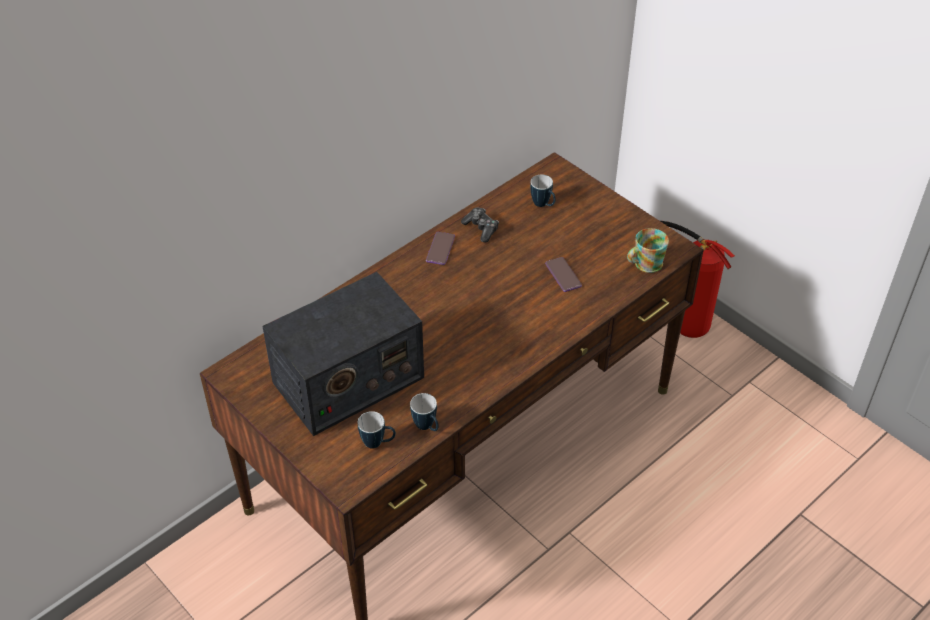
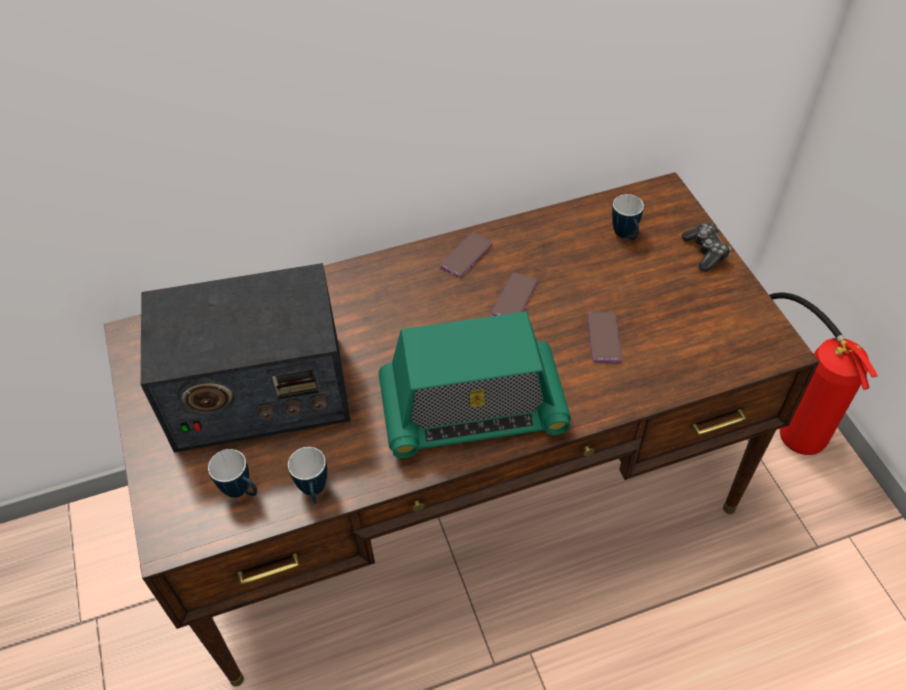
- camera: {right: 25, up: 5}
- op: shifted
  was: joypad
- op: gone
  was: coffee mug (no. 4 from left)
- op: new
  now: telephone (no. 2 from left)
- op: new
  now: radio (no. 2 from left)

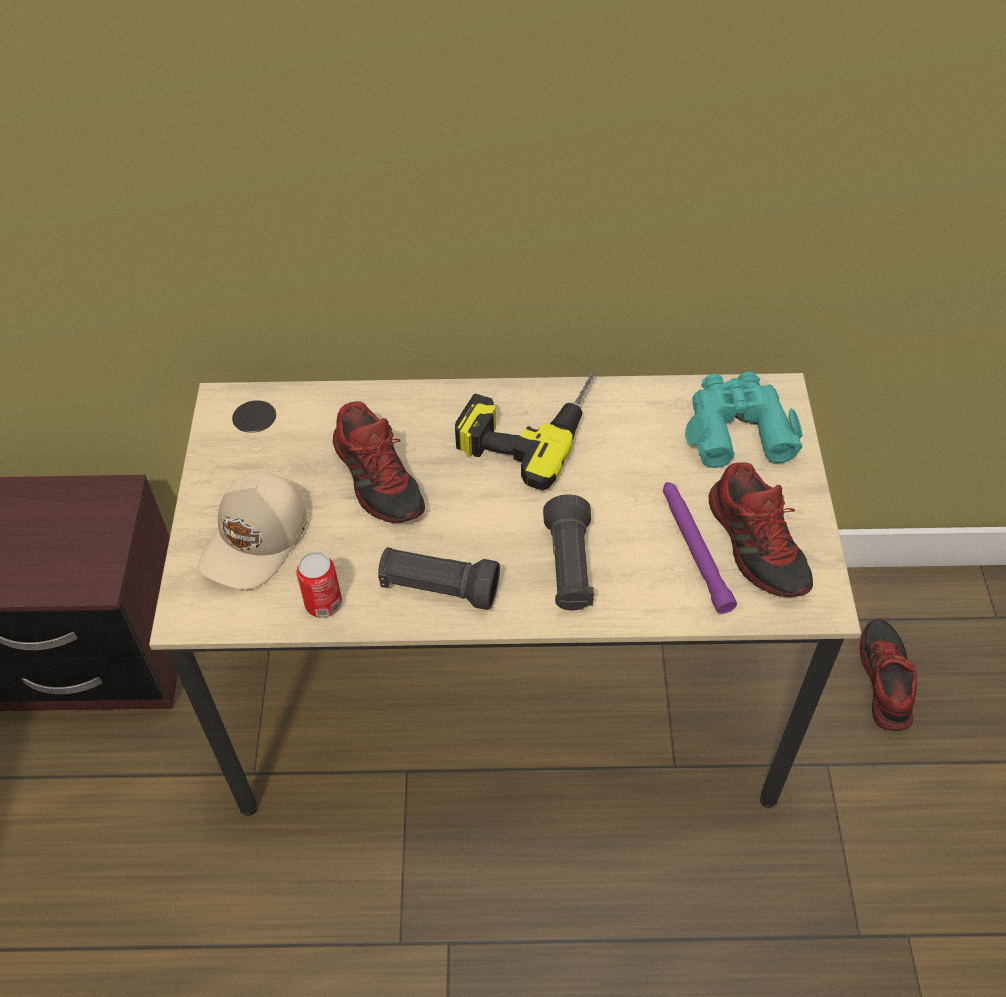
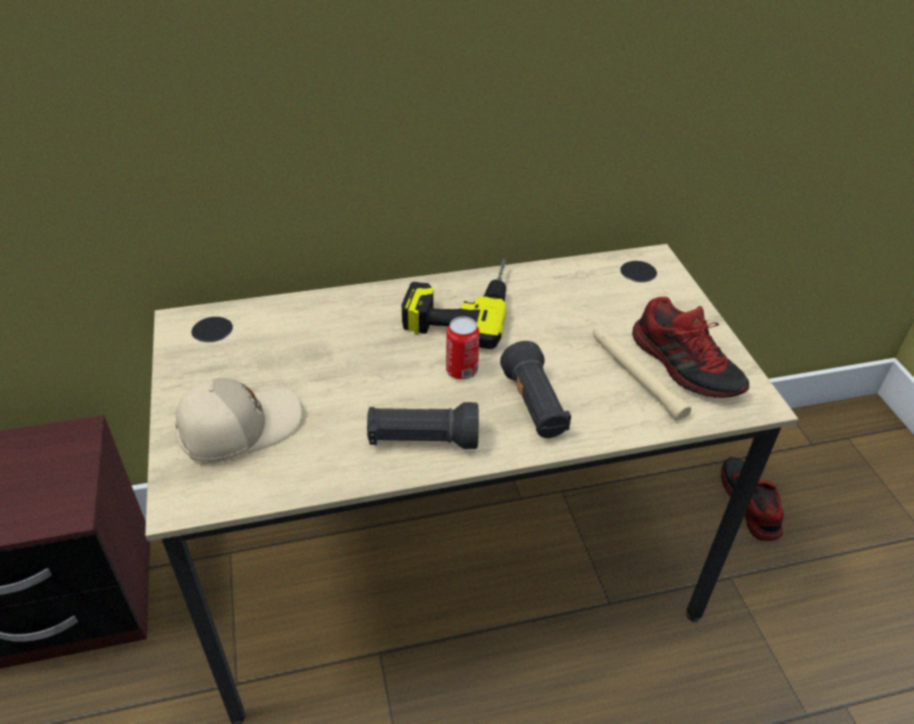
- camera: {right: -15, up: -10}
- op: gone
  was: blue-green field glasses
- op: gone
  was: item of footwear (no. 1 from left)
- op: rotated
  was: beige cap
  clockwise: -135
- op: repainted
  was: purple flashlight
  now: beige flashlight
- op: shifted
  was: metal can

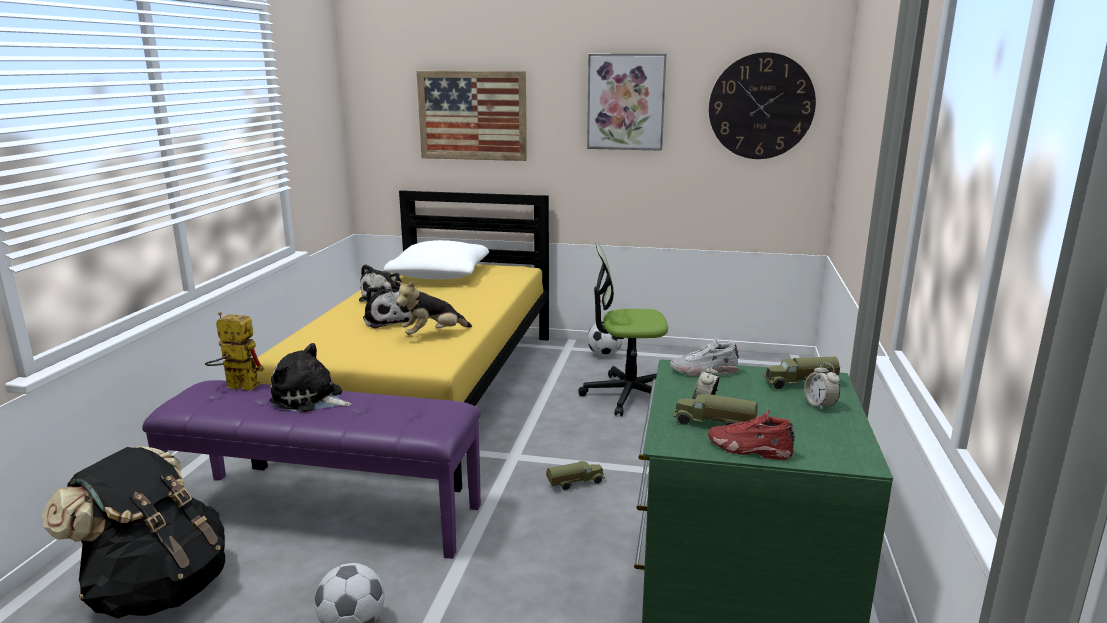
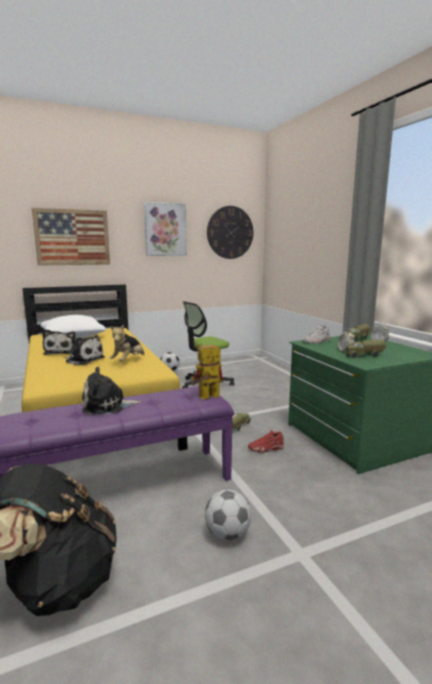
- camera: {right: -35, up: -5}
- op: shifted
  was: model robot
- op: shifted
  was: red-coloured item of footwear

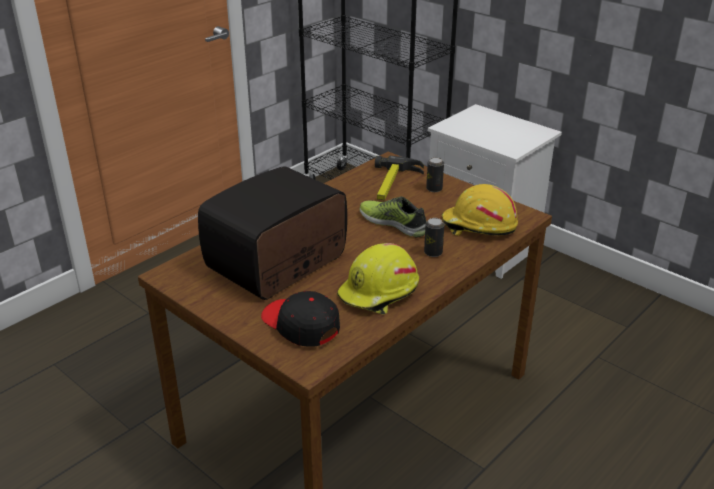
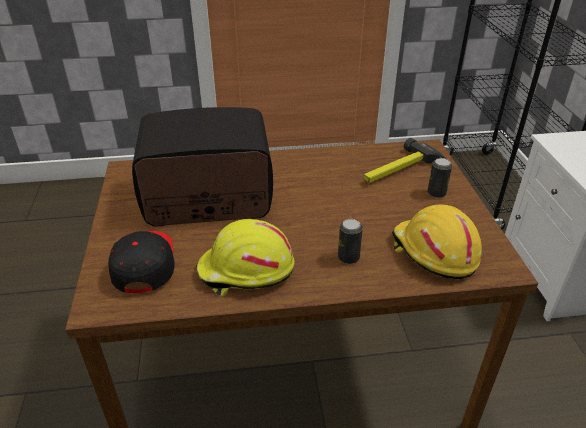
- camera: {right: 40, up: 5}
- op: gone
  was: item of footwear

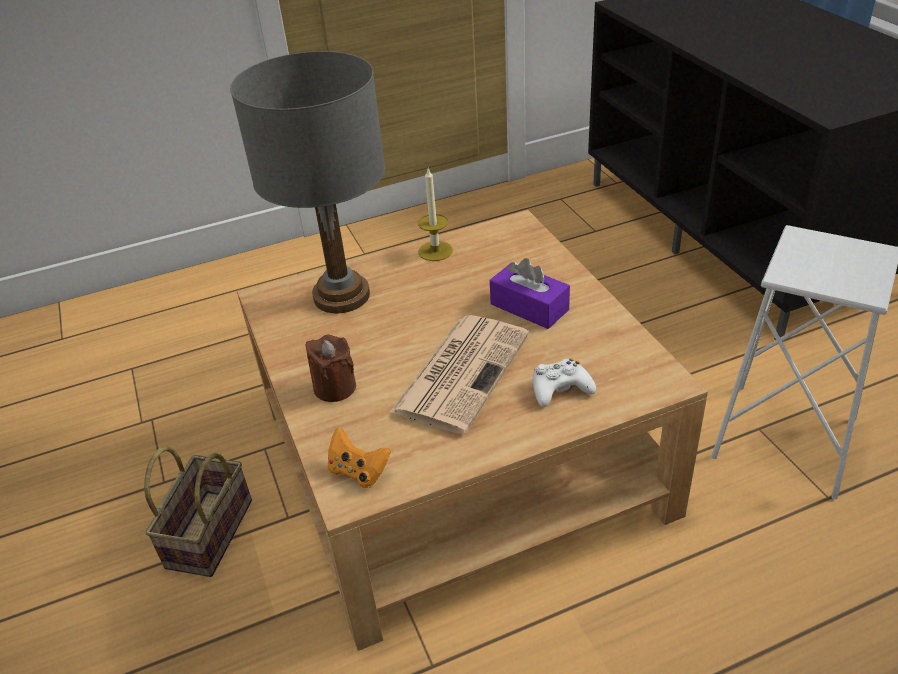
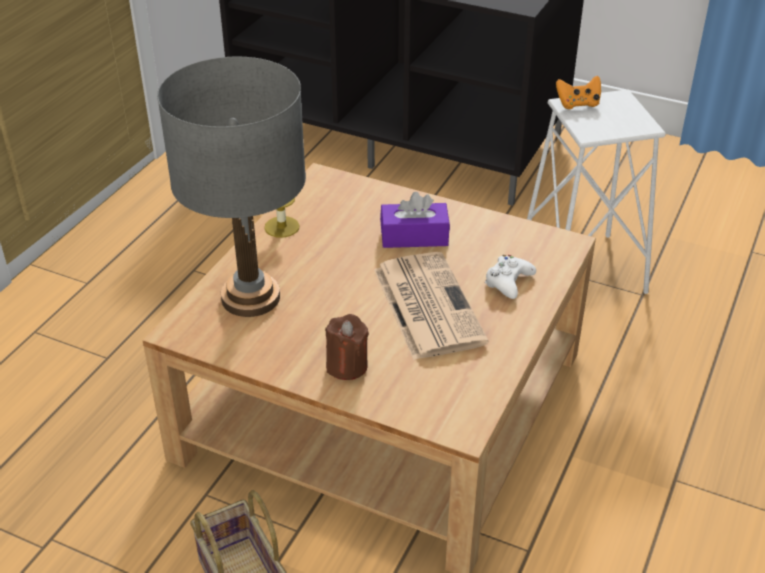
- camera: {right: -45, up: 0}
- op: shifted
  was: orange joypad

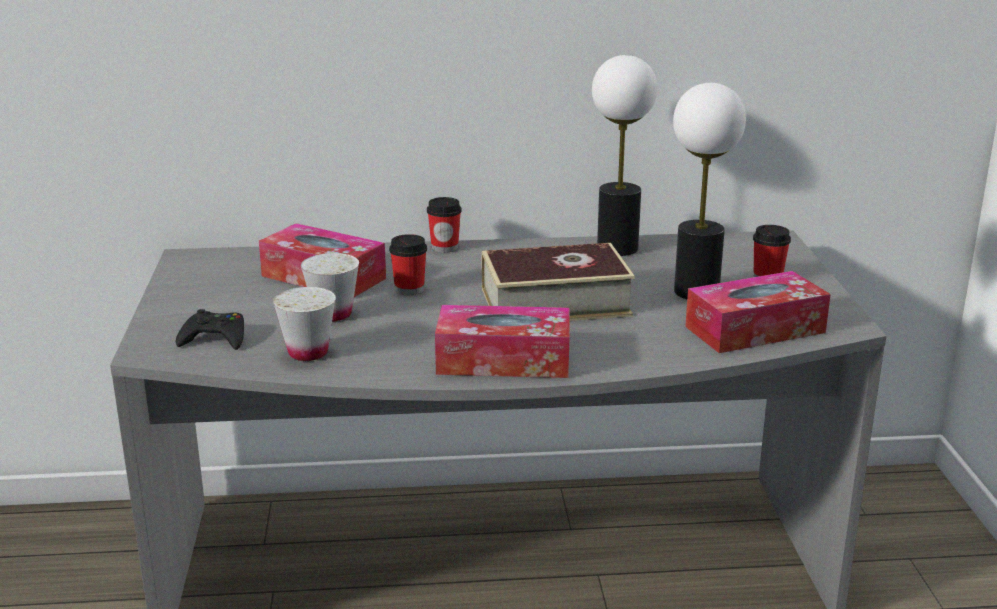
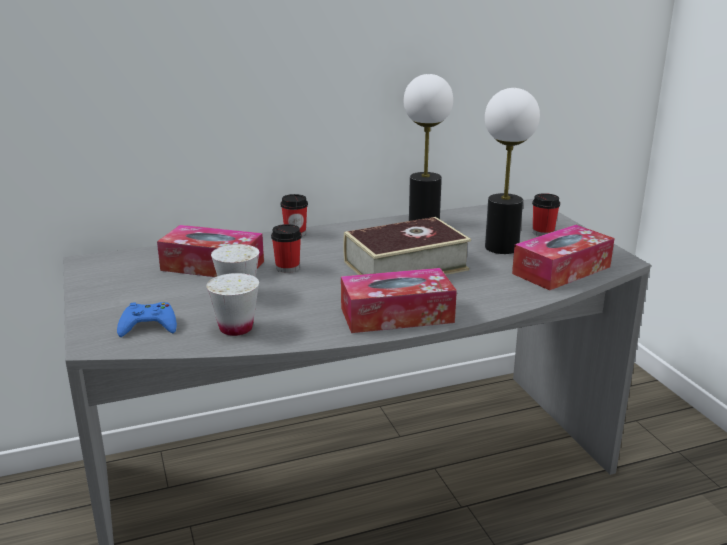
- camera: {right: -15, up: 0}
- op: repainted
  was: black-coloured joypad
  now: bluish joypad

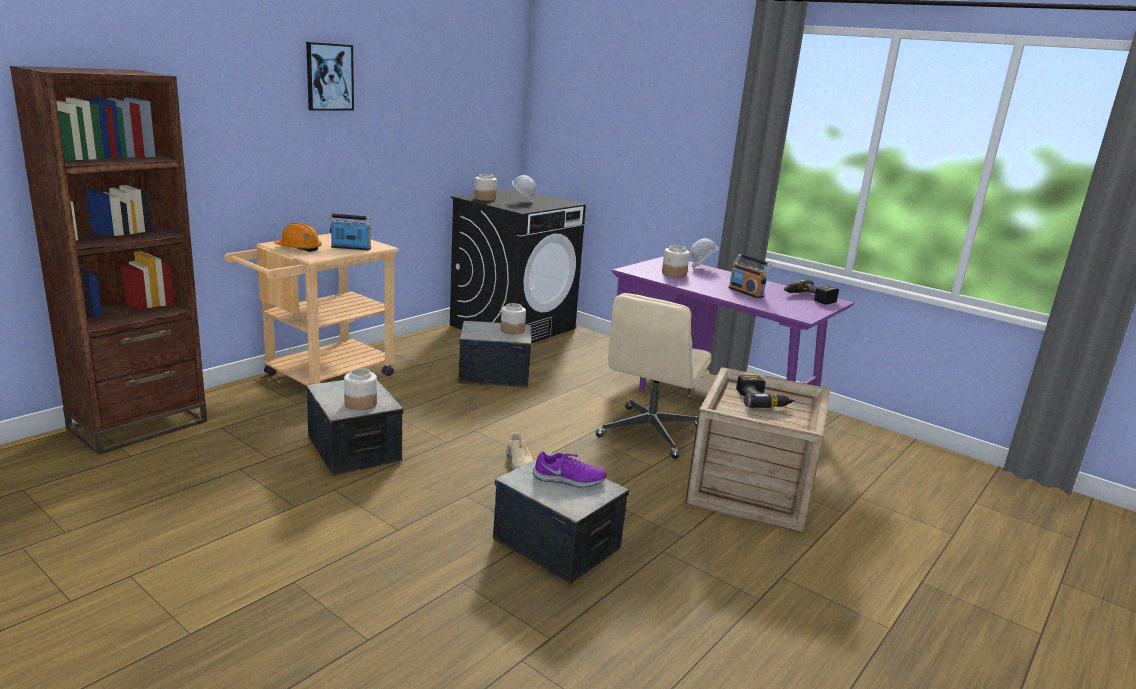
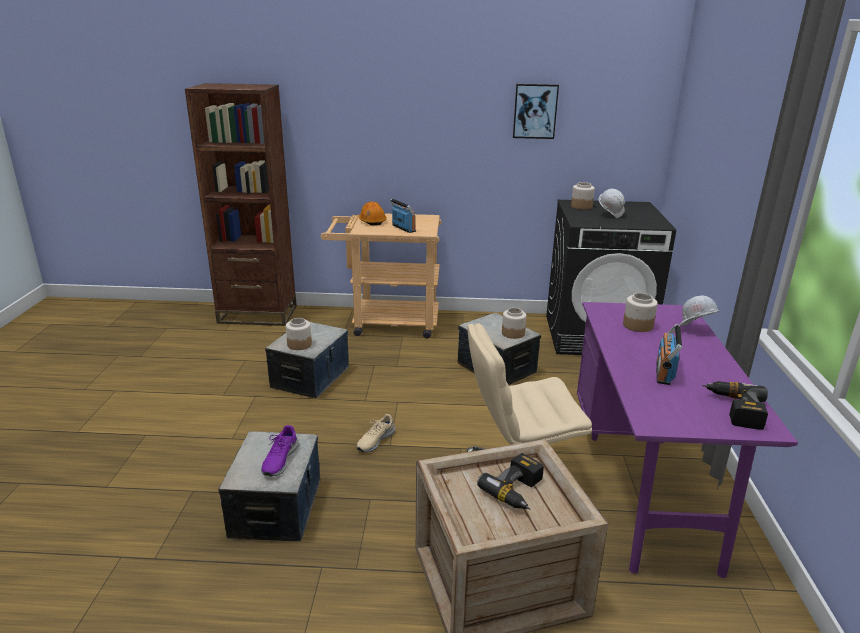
- camera: {right: 55, up: 5}
- op: shifted
  was: wall picture
- op: rotated
  was: purple item of footwear
  clockwise: 45

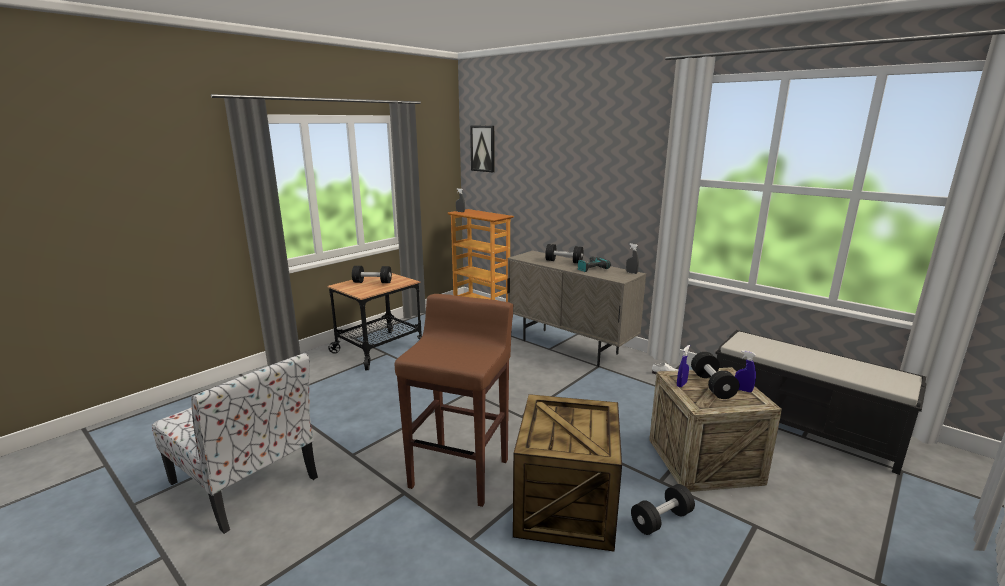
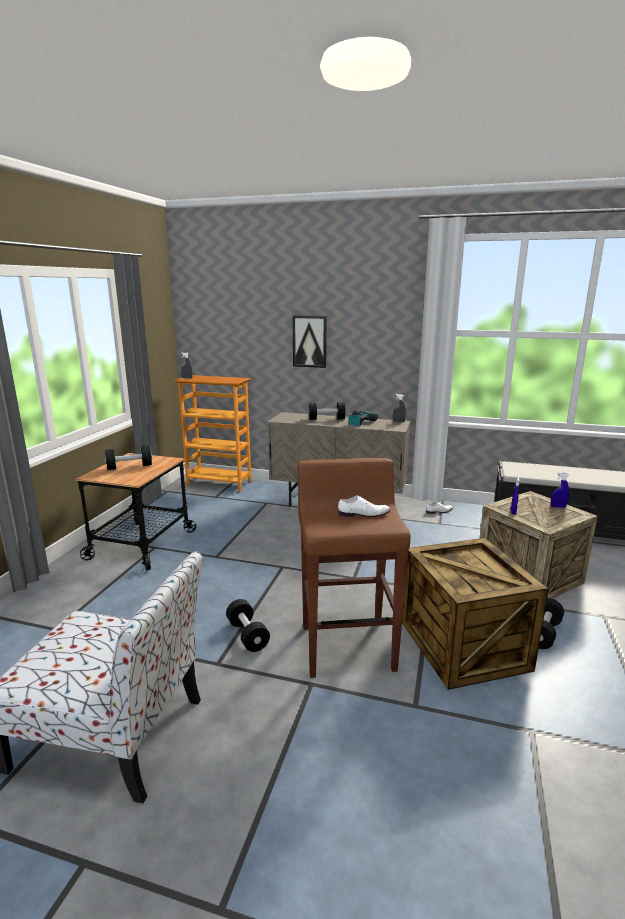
- camera: {right: -25, up: 0}
- op: shifted
  was: wall picture
- op: shifted
  was: black-coloured free weight (no. 4 from left in the first image)
  now: black-coloured free weight (no. 2 from left)
- op: new
  now: whitish item of footwear (no. 1 from left)

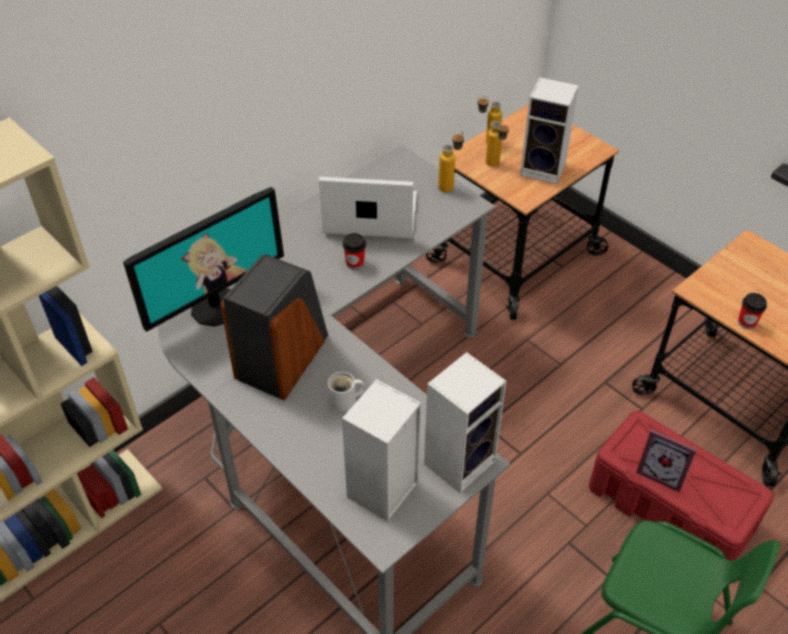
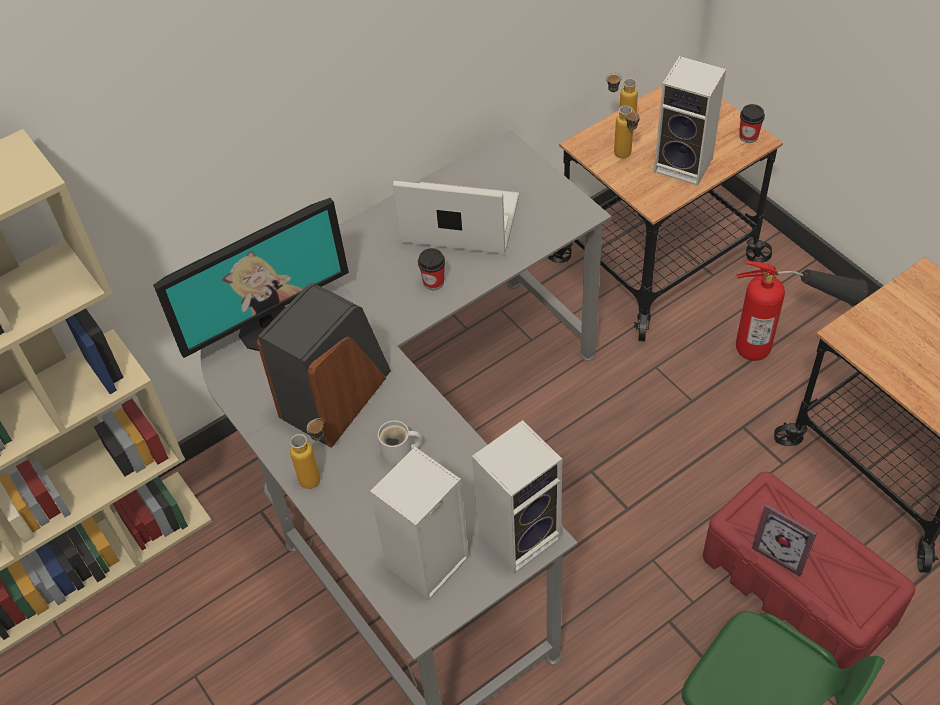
- camera: {right: 10, up: 5}
- op: shifted
  was: drink bottle (no. 1 from left)
- op: shifted
  was: small cup (no. 2 from left)
- op: new
  now: extinguisher

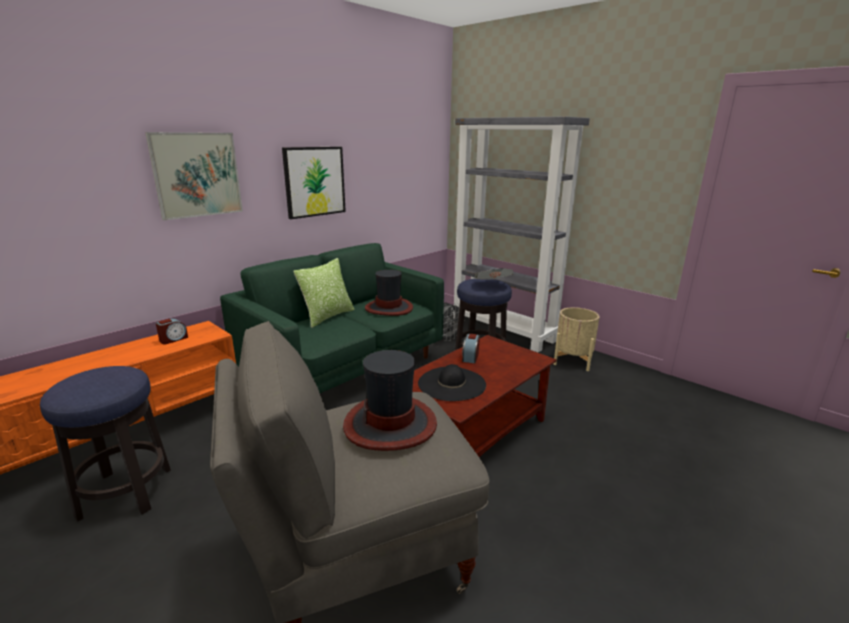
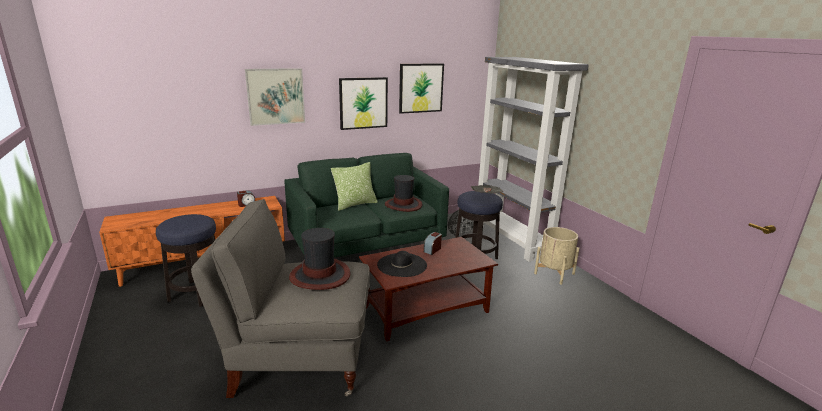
- camera: {right: 20, up: 0}
- op: new
  now: wall picture (no. 3 from left)

